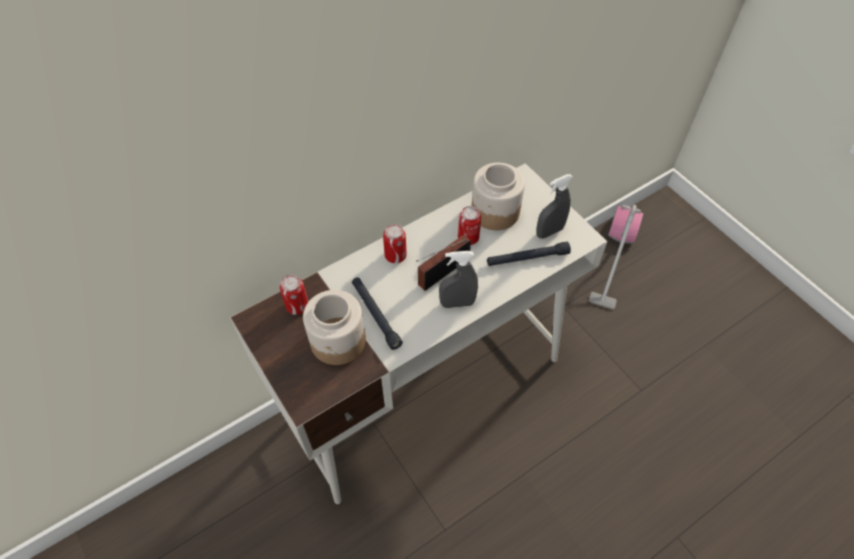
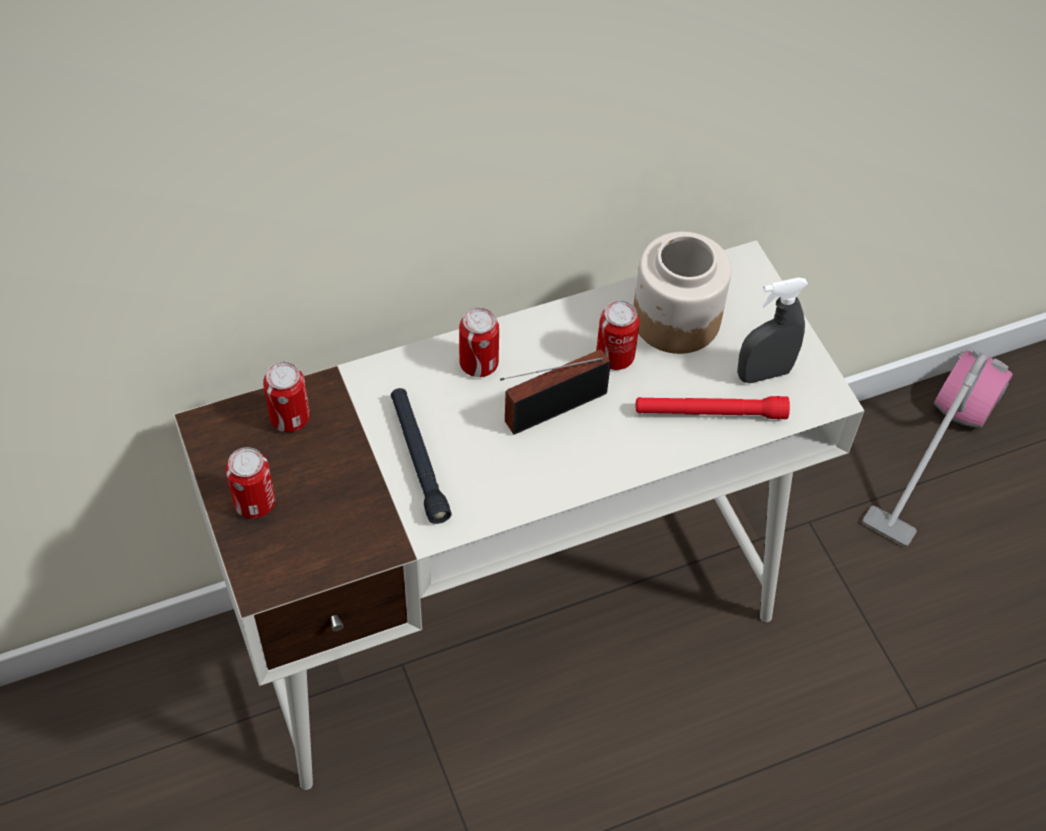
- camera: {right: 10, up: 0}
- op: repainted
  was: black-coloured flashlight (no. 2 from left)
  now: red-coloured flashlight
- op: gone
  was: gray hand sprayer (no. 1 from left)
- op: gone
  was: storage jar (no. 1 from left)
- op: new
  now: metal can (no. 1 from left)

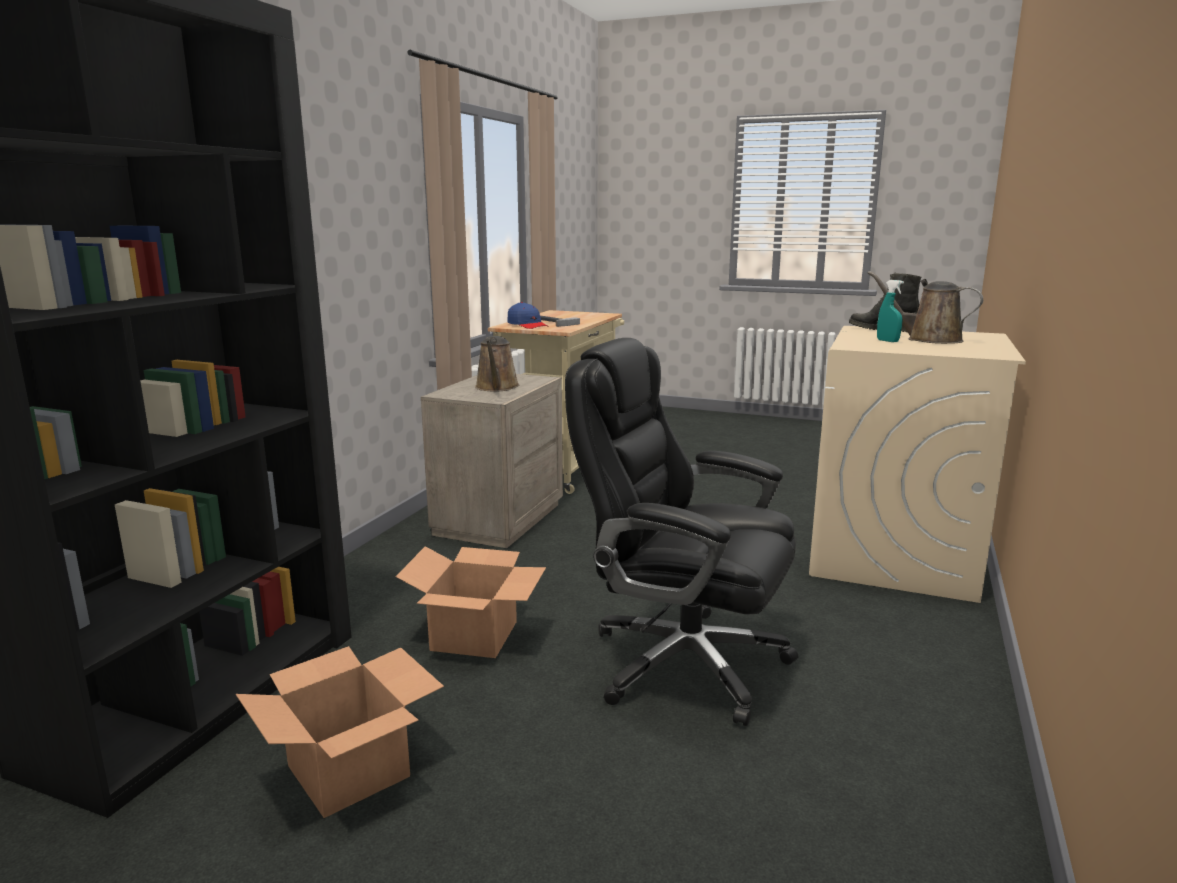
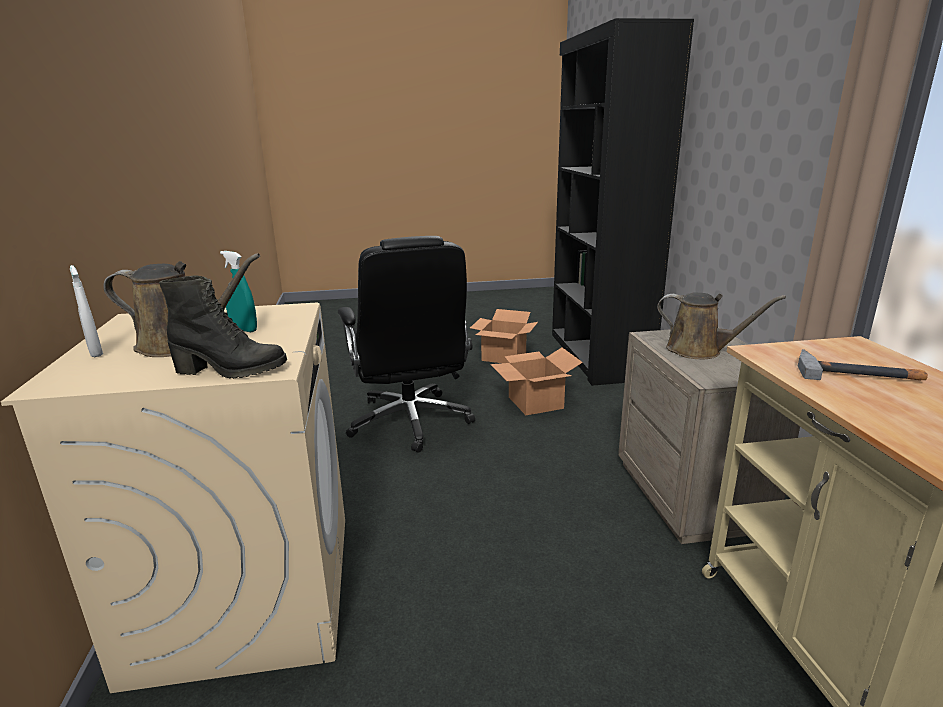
- camera: {right: 150, up: 5}
- op: gone
  was: bluish cap
- op: rotated
  was: brown watering can (no. 1 from left in the first image)
  clockwise: 150
- op: rotated
  was: black-coloured desk chair
  clockwise: 75
- op: new
  now: whitish hand sprayer

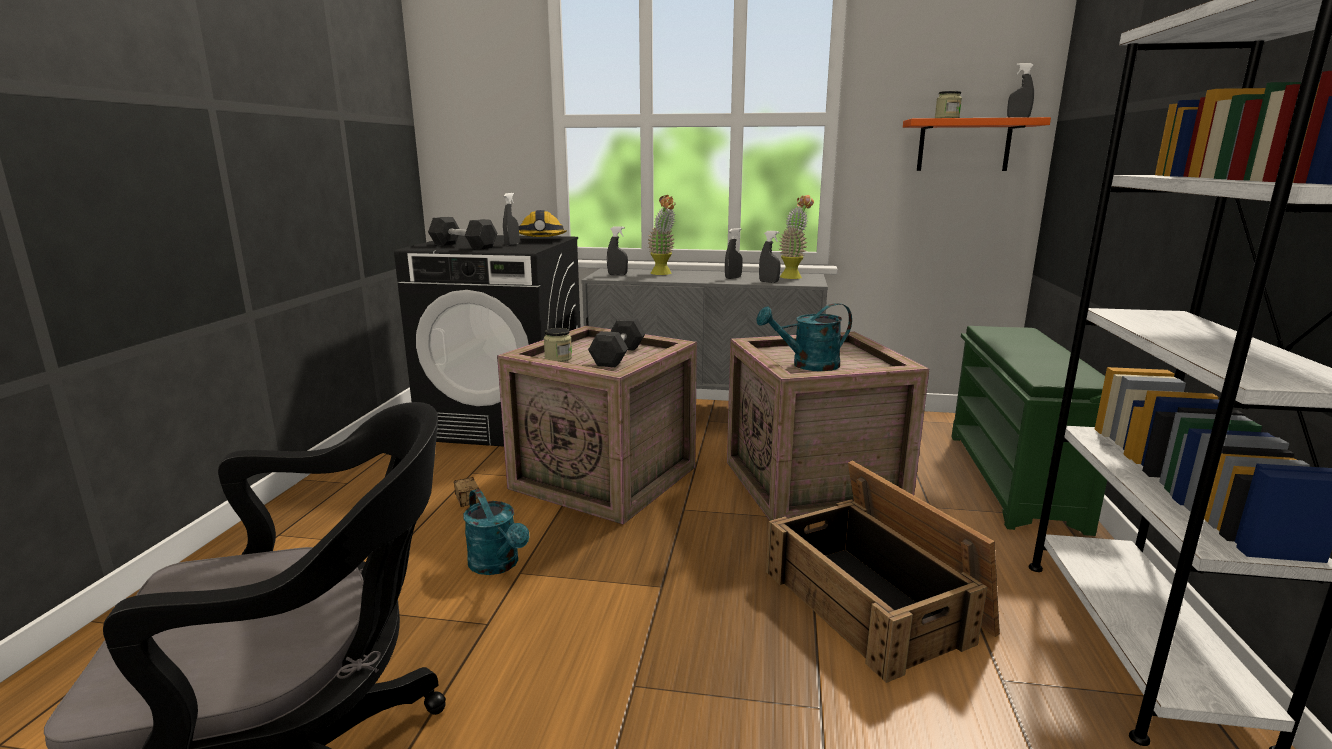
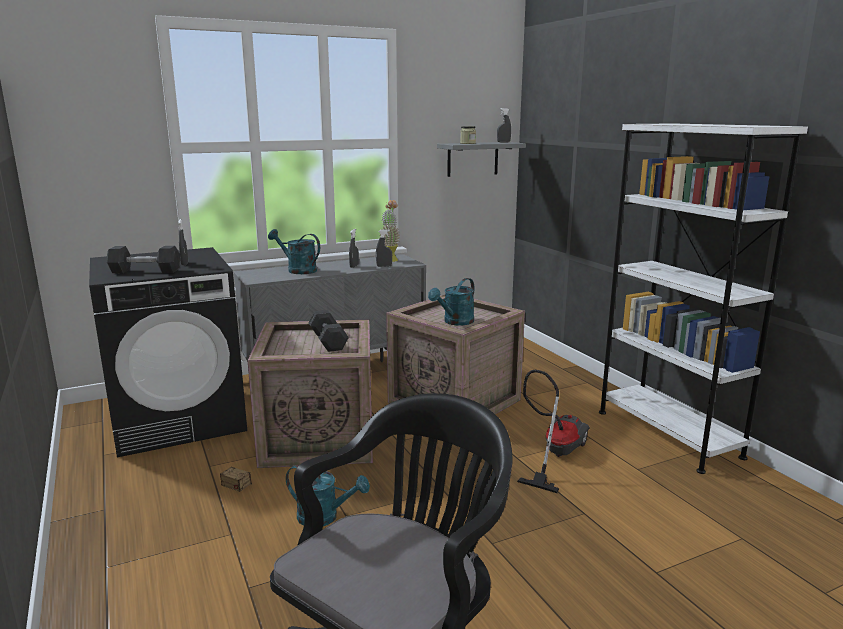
- camera: {right: -35, up: 0}
- op: repainted
  was: orange shelf
  now: gray shelf
- op: swapped
  was: houseplant (no. 1 from left)
  now: blue-green watering can (no. 1 from left)
- op: gone
  was: work helmet
- op: gone
  was: gray hand sprayer (no. 2 from left)
- op: gone
  was: greenish shoe stand
- op: gone
  was: storage jar (no. 1 from left)
- op: swapped
  was: crate (no. 3 from left)
  now: hoover

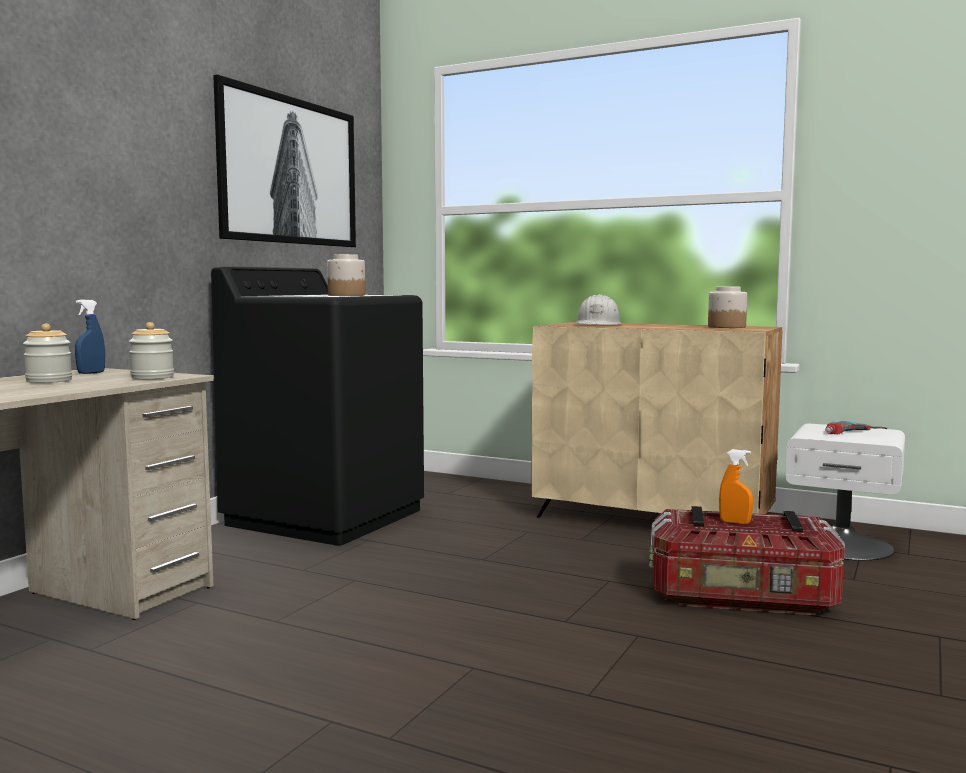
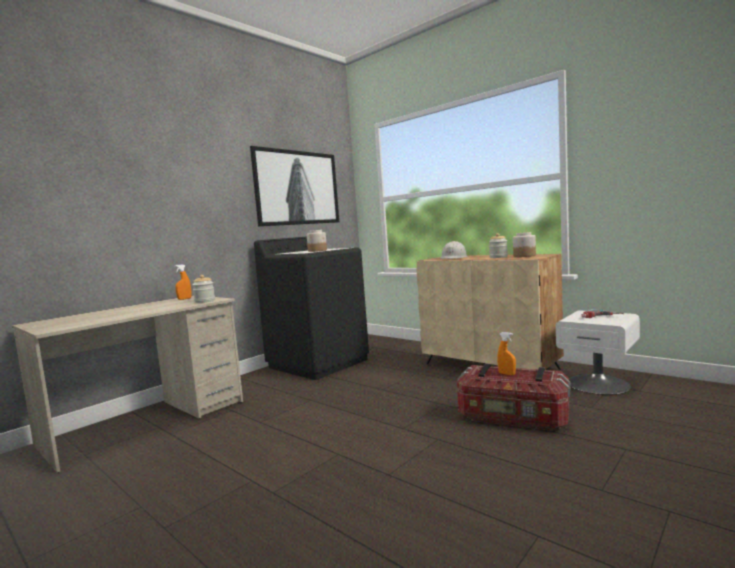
- camera: {right: 15, up: 0}
- op: repainted
  was: bluish hand sprayer
  now: orange hand sprayer (no. 1 from left)
- op: shifted
  was: storage jar (no. 1 from left in the first image)
  now: storage jar (no. 3 from left)

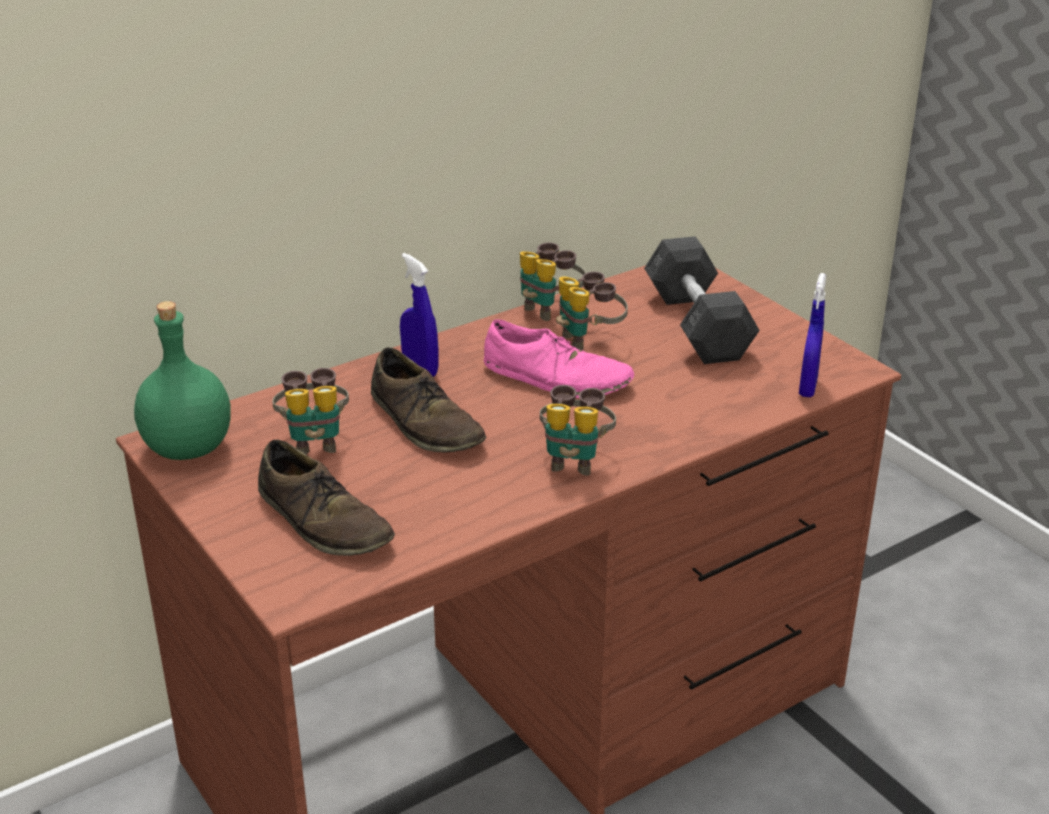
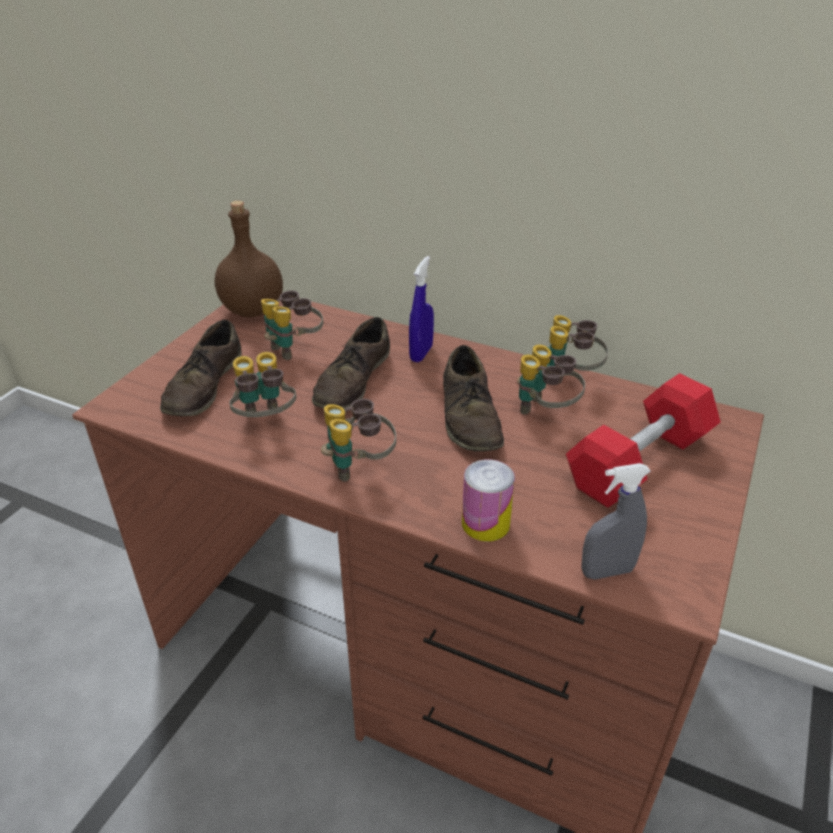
- camera: {right: 60, up: 5}
- op: repainted
  was: gray free weight
  now: red-coloured free weight
- op: repainted
  was: bluish hand sprayer (no. 2 from left)
  now: gray hand sprayer
- op: repainted
  was: greenish drink bottle
  now: brown drink bottle
- op: repainted
  was: pinkish item of footwear
  now: brown item of footwear (no. 3 from left)
- op: new
  now: field glasses (no. 1 from left)
- op: new
  now: metal can

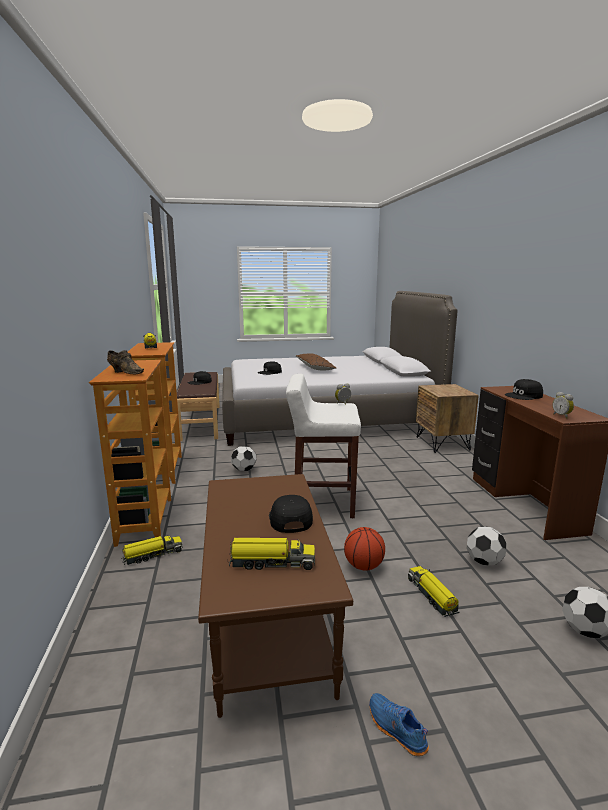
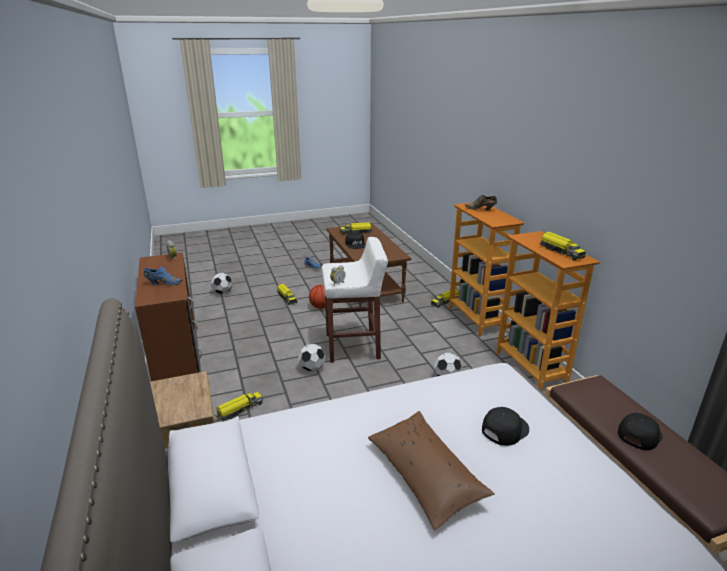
- camera: {right: 170, up: 10}
- op: swapped
  was: black-coloured cap (no. 4 from left)
  now: bluish item of footwear (no. 1 from left)
- op: shifted
  was: football (no. 2 from left)
- op: new
  now: model truck (no. 1 from left)

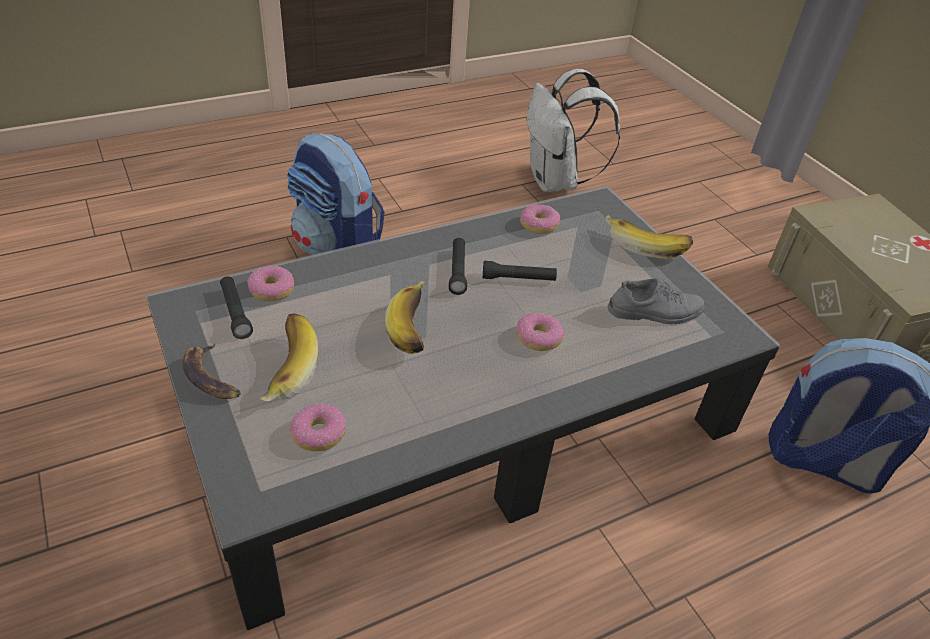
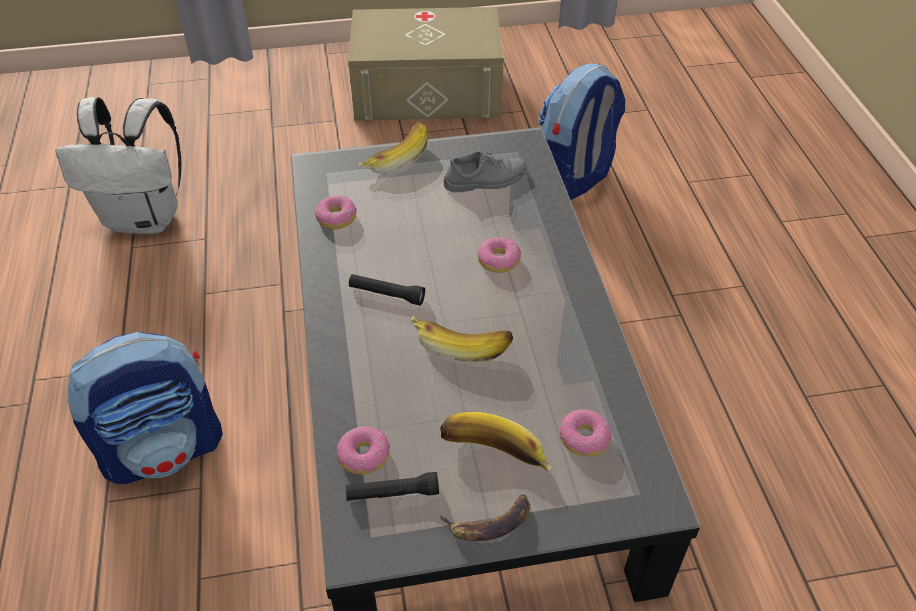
- camera: {right: -70, up: 5}
- op: gone
  was: black-coloured flashlight (no. 3 from left)
- op: rotated
  was: gray item of footwear
  clockwise: 60

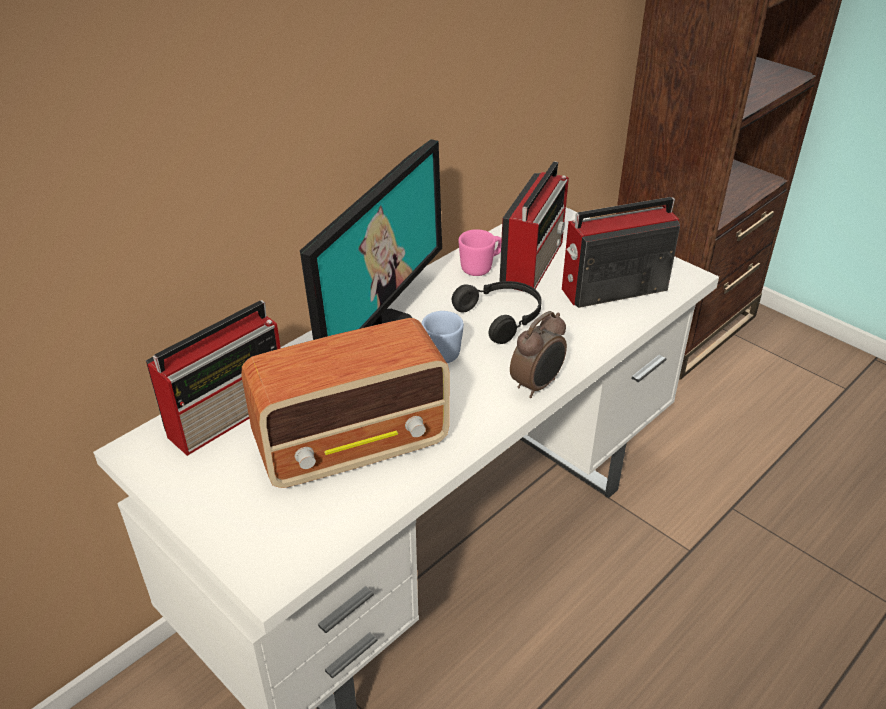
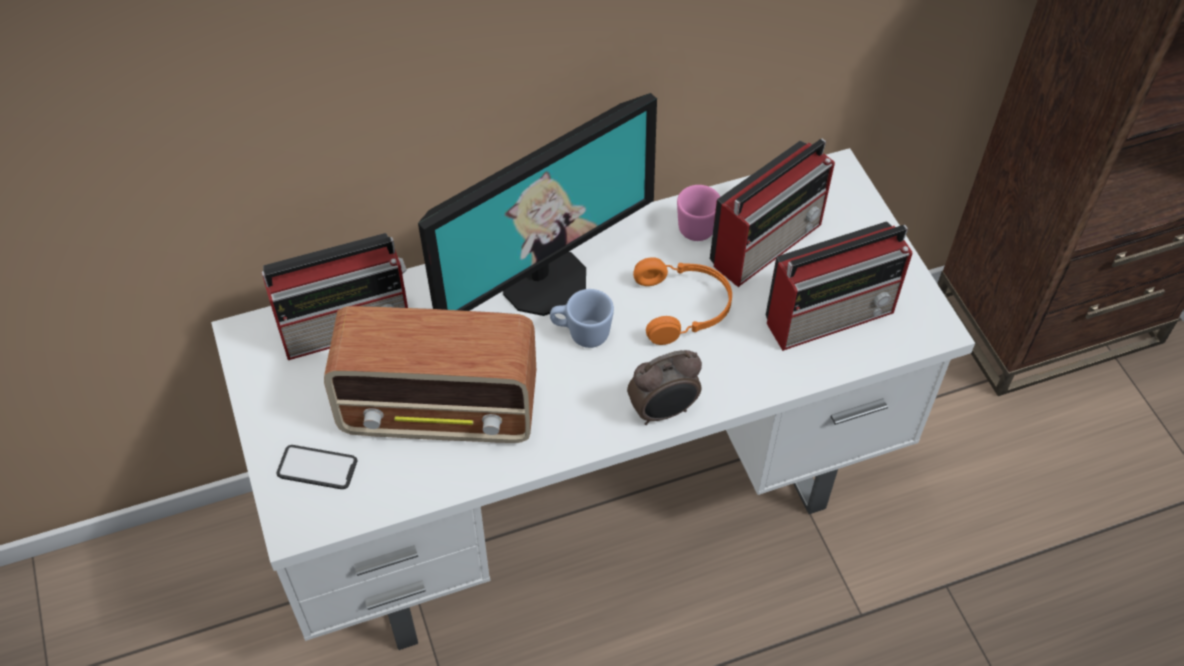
- camera: {right: 25, up: 15}
- op: rotated
  was: radio (no. 4 from left)
  clockwise: 150
- op: repainted
  was: black-coloured pair of headphones
  now: orange pair of headphones
- op: new
  now: telephone

